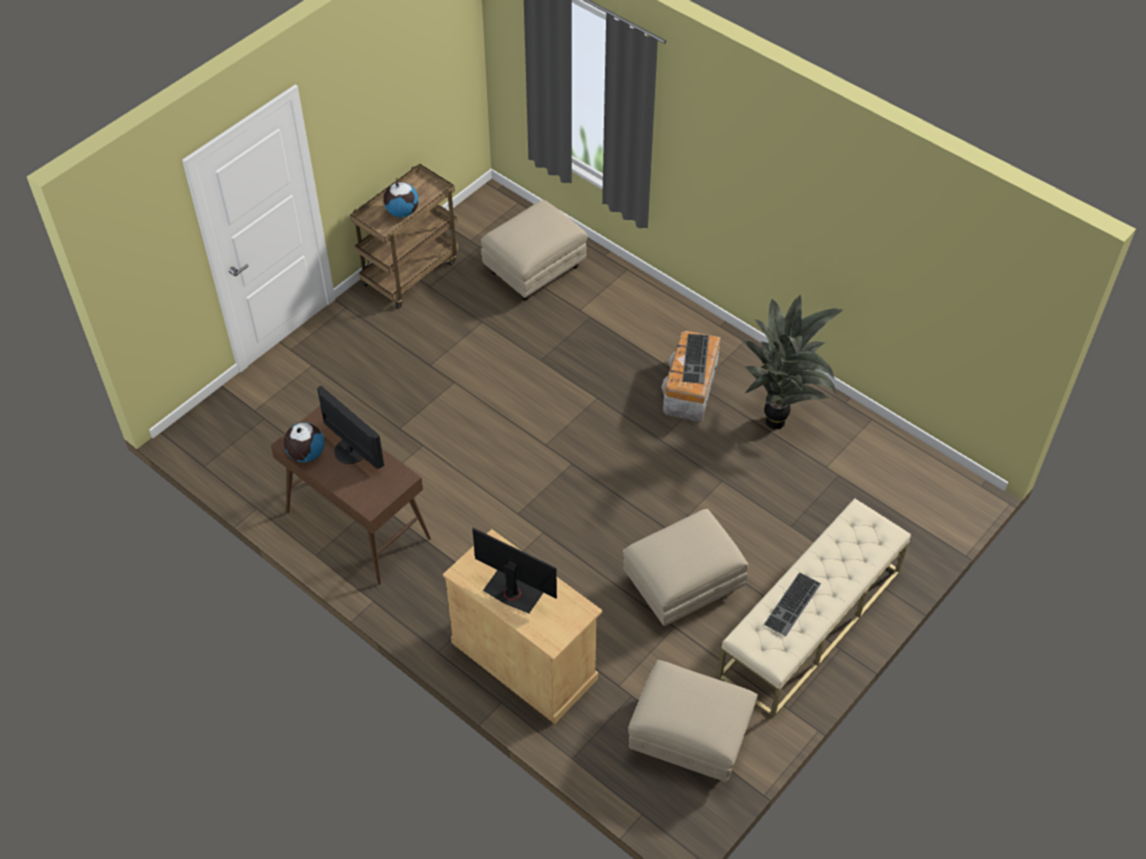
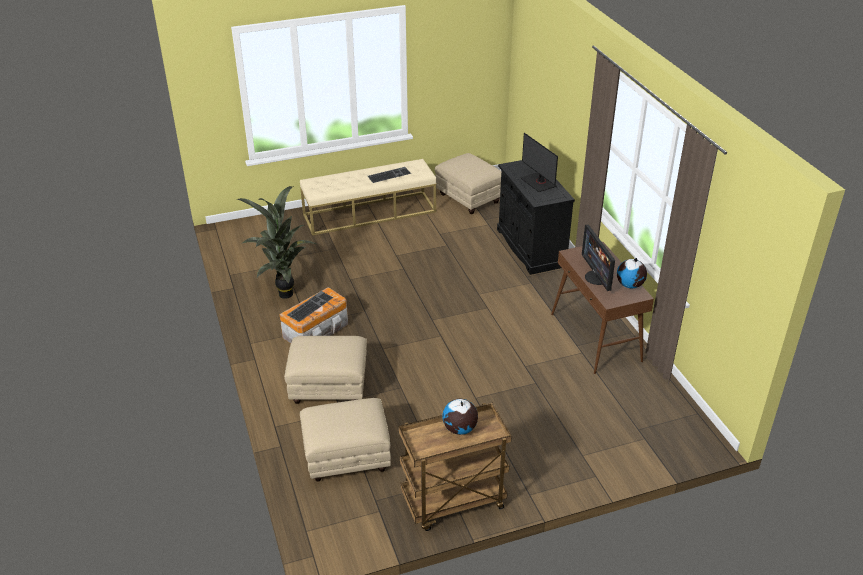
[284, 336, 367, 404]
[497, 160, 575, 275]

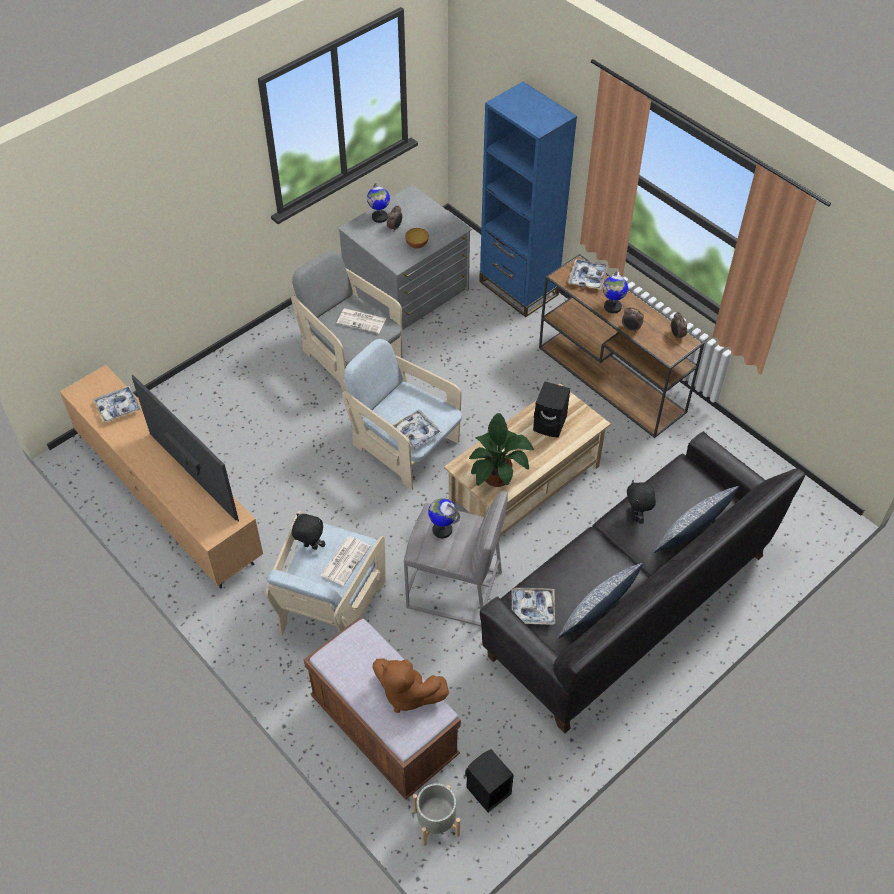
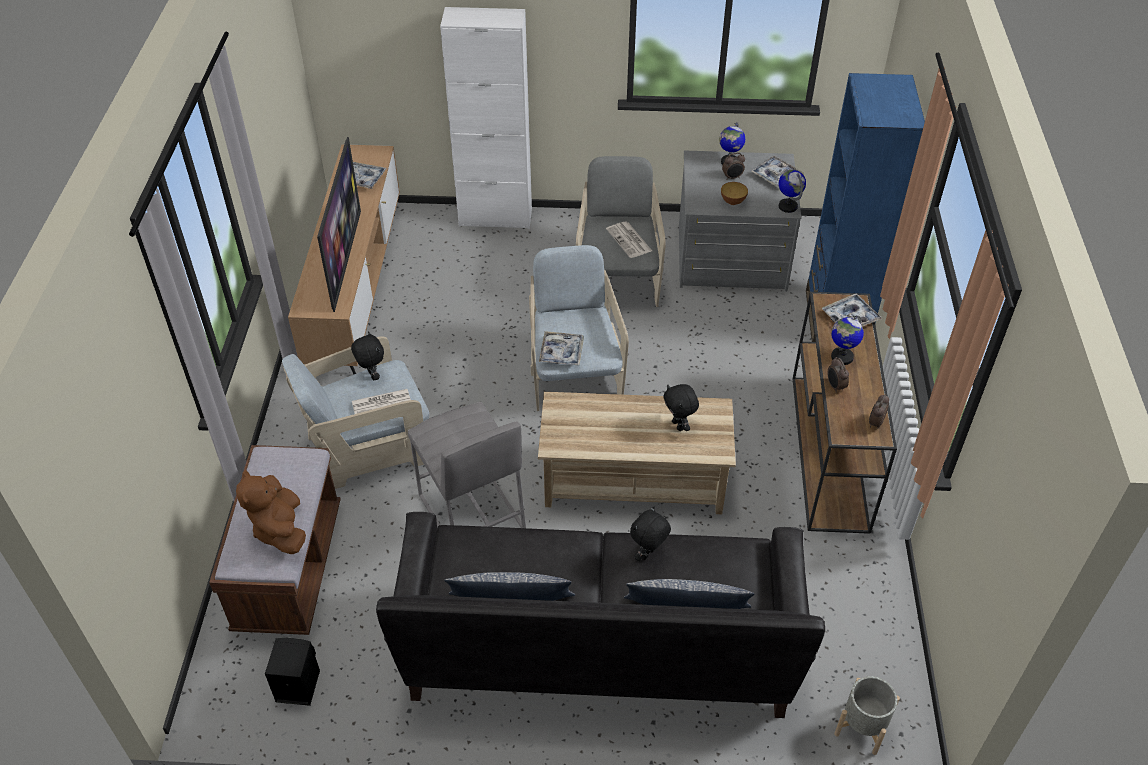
[440, 7, 532, 229]
[663, 384, 699, 431]
[751, 156, 803, 188]
[779, 170, 806, 213]
[834, 676, 900, 755]
[469, 413, 534, 487] (first image)

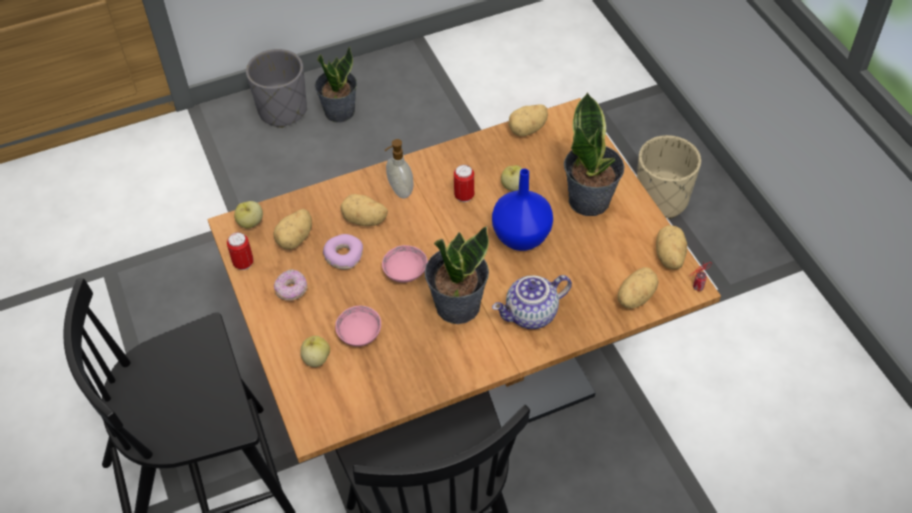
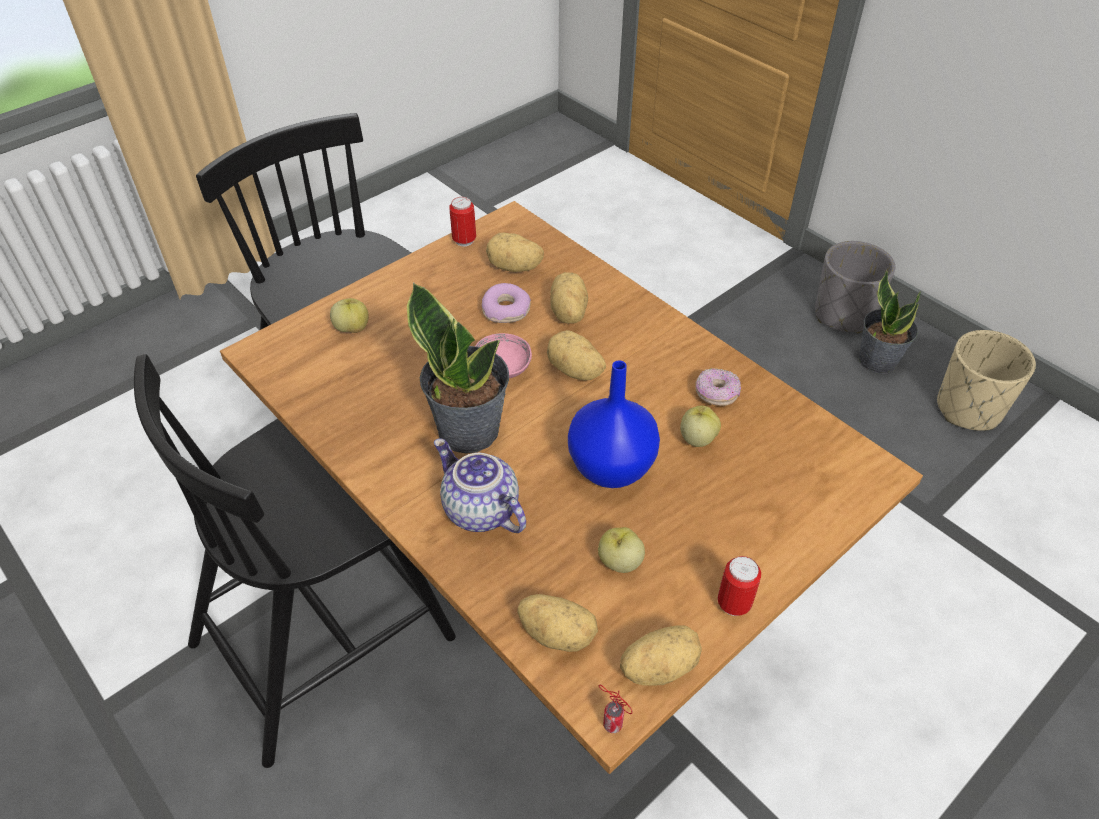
[547, 330, 606, 380]
[598, 527, 645, 573]
[695, 368, 741, 406]
[717, 556, 761, 616]
[937, 330, 1036, 431]
[335, 306, 381, 347] (first image)
[385, 139, 414, 198] (first image)
[564, 92, 624, 216] (first image)

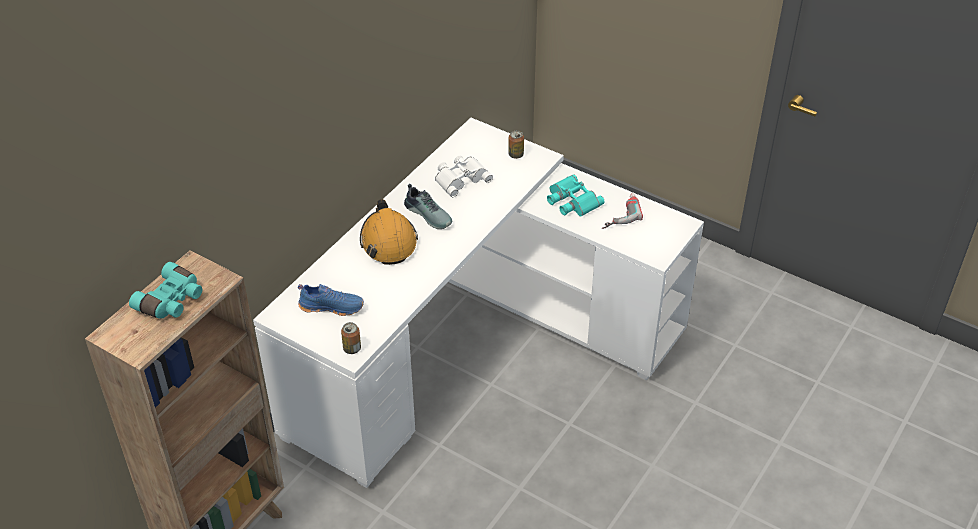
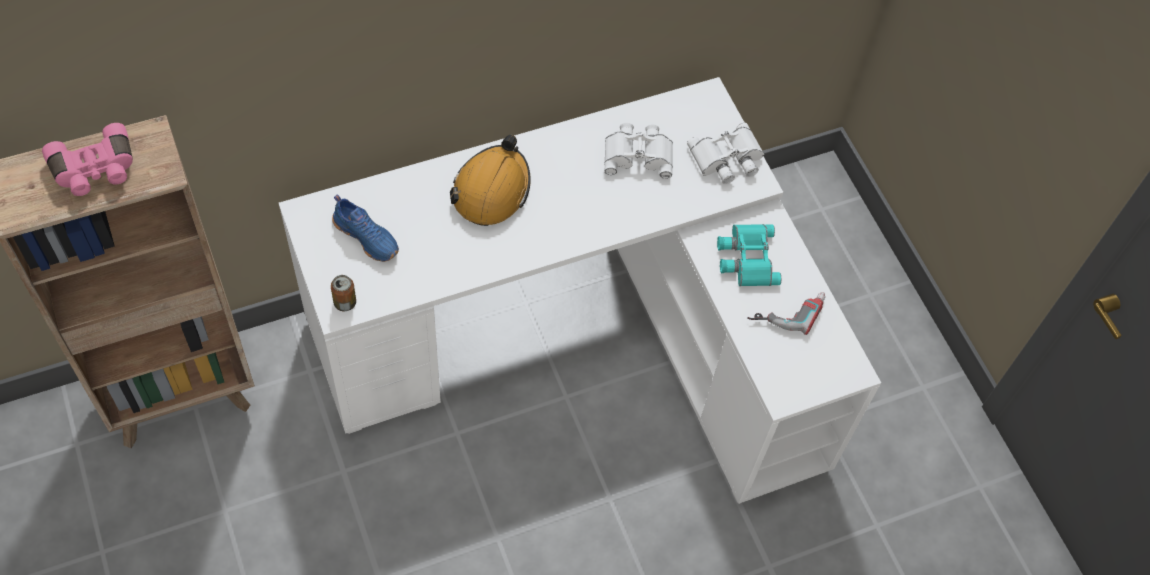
[42, 123, 133, 196]
[687, 123, 764, 184]
[404, 184, 452, 229] (first image)

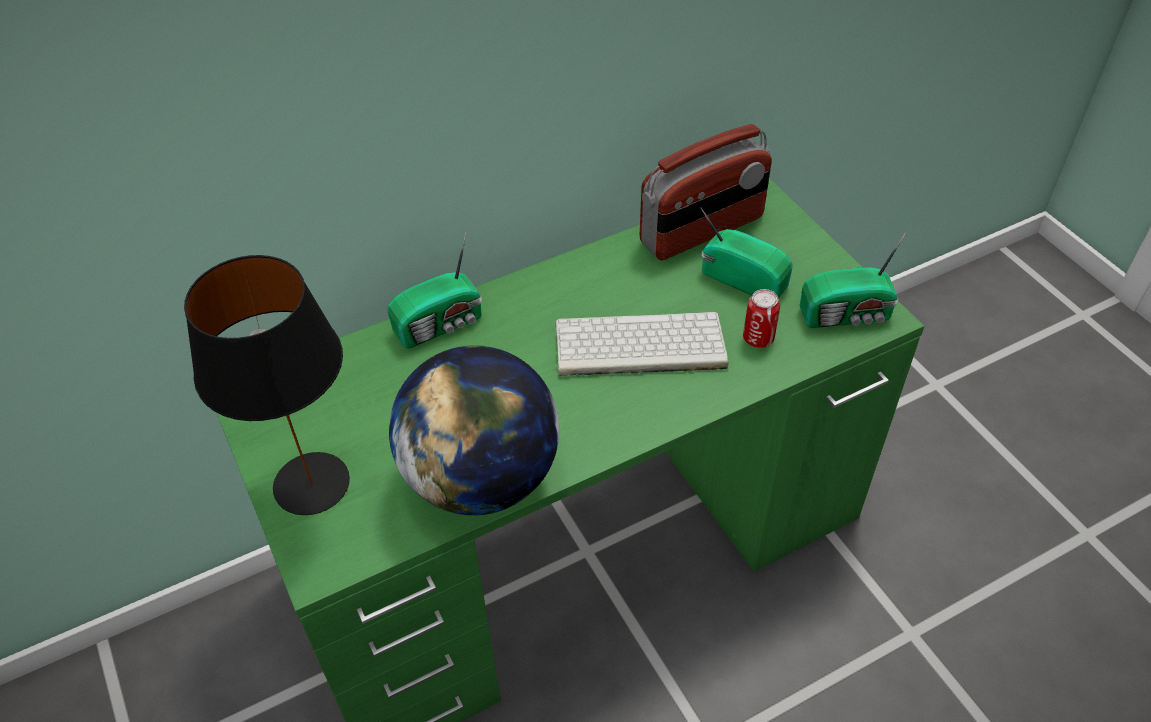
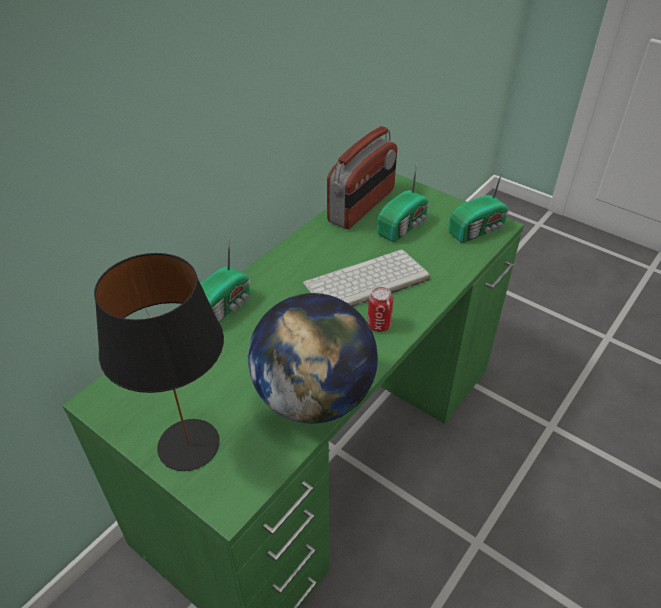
[367, 287, 393, 332]
[377, 162, 429, 242]

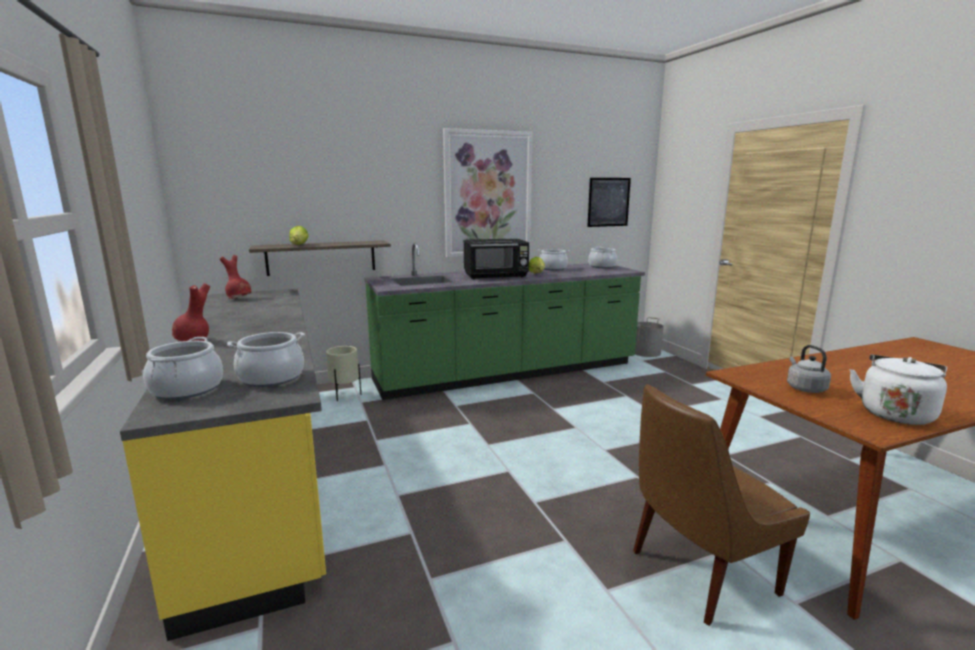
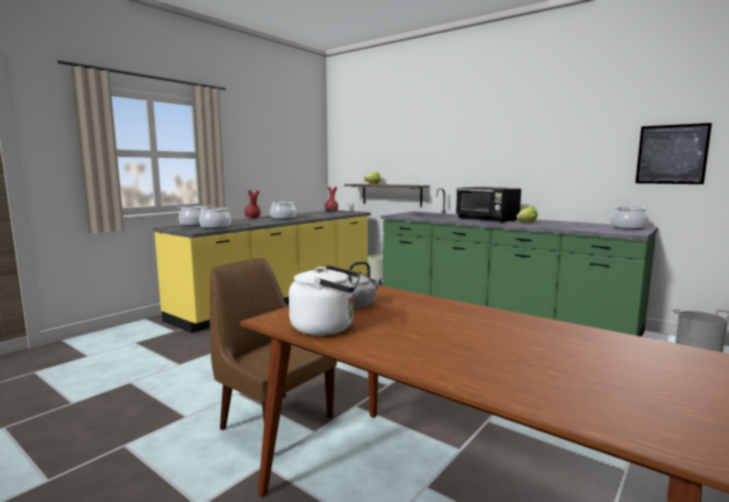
[270, 201, 296, 220]
[443, 128, 533, 257] (first image)

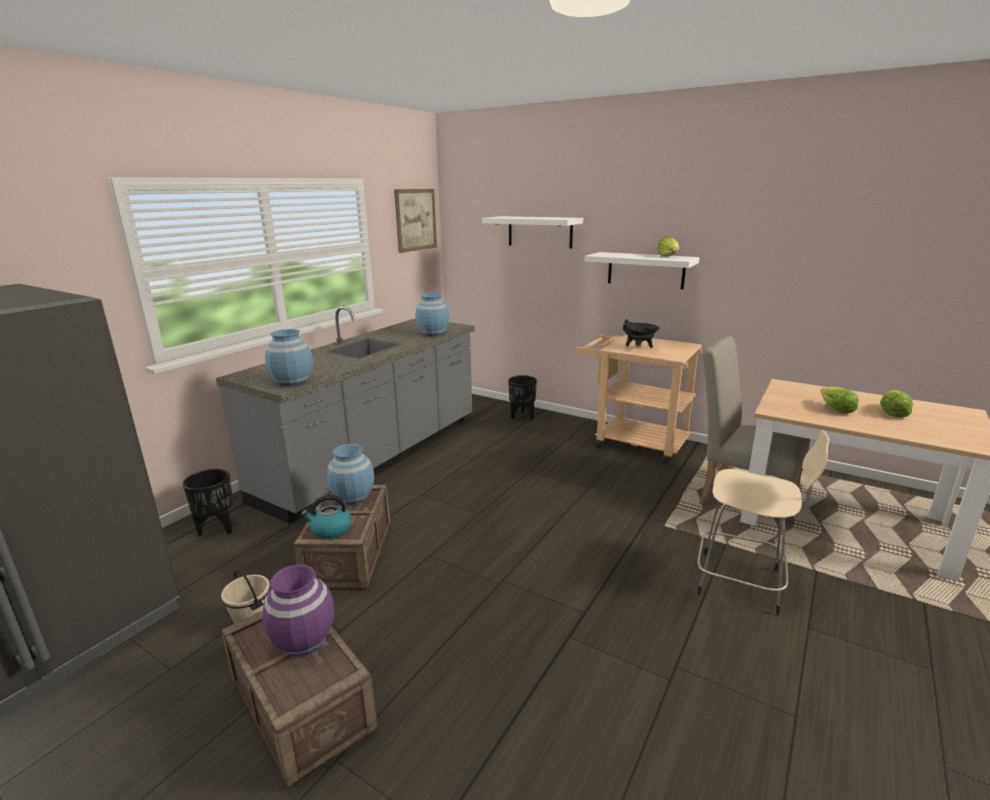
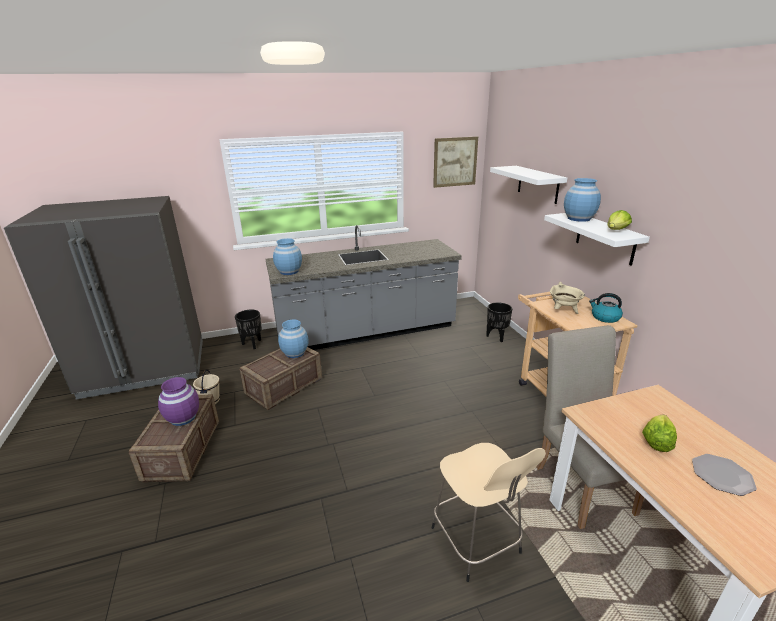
[550, 282, 585, 314]
[564, 178, 601, 222]
[589, 293, 623, 323]
[692, 454, 757, 496]

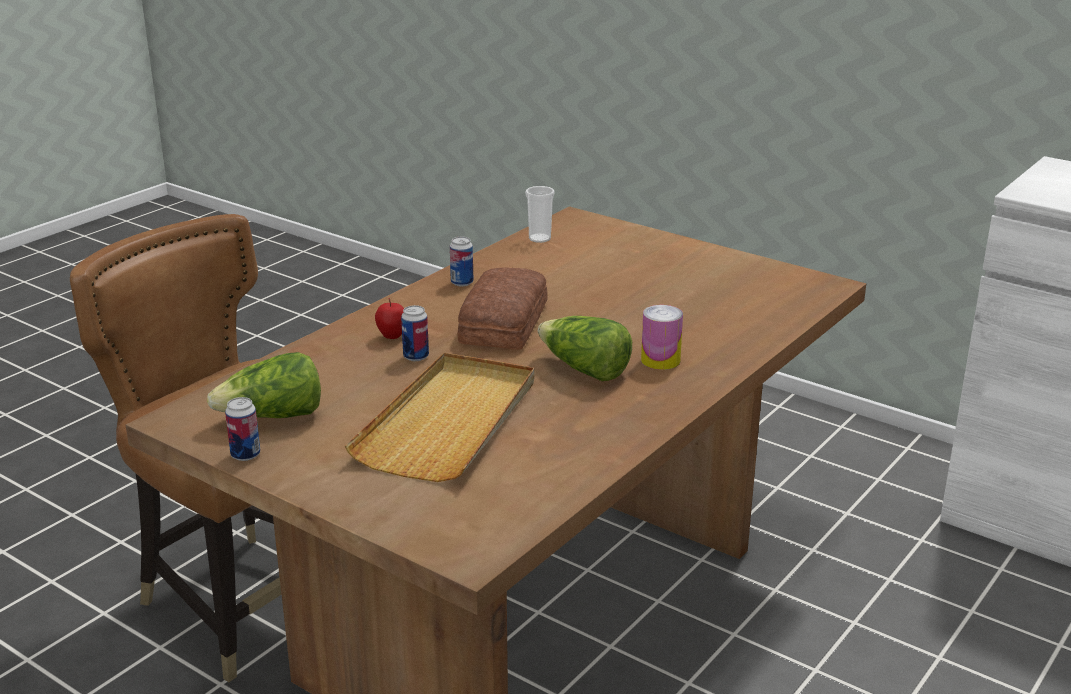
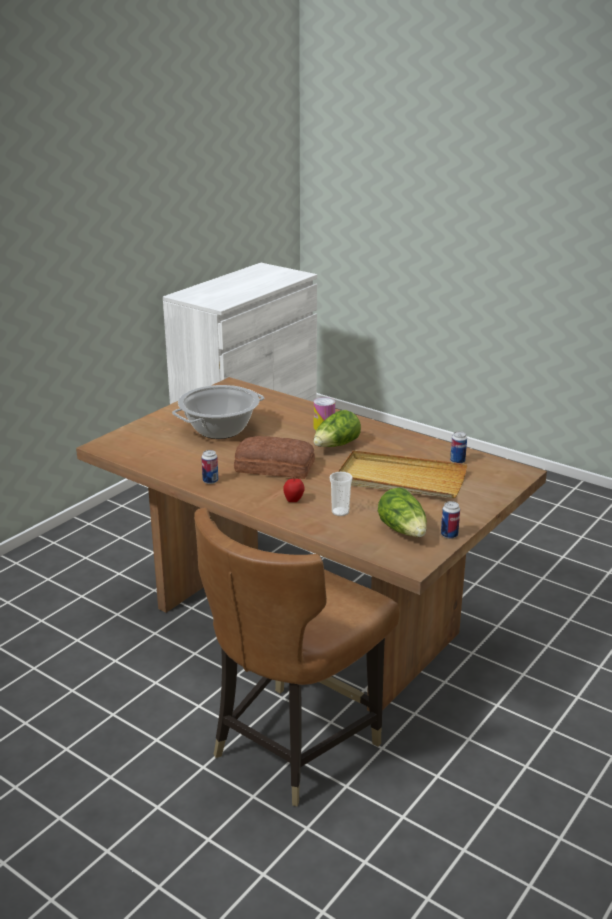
[172, 385, 264, 439]
[330, 472, 353, 516]
[450, 431, 467, 463]

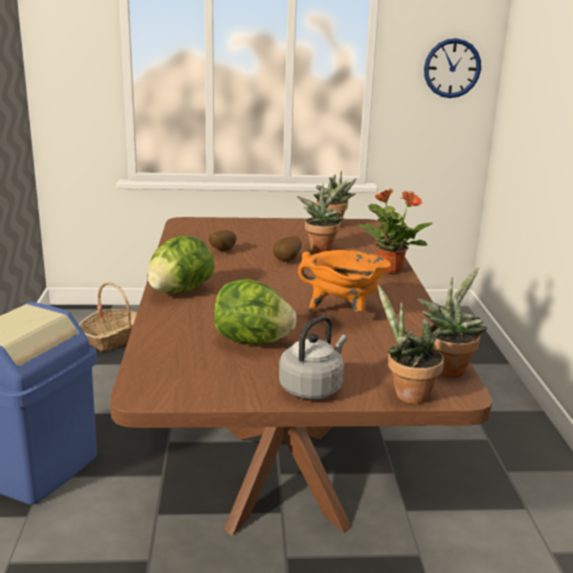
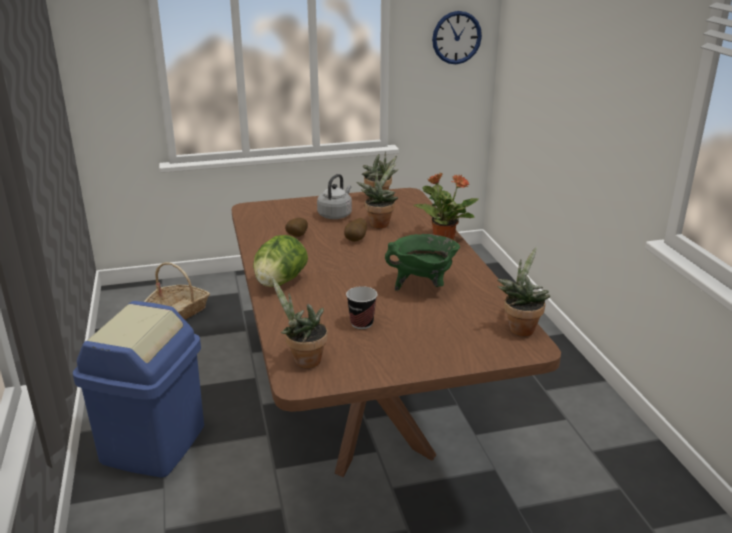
[272, 277, 328, 368]
[317, 174, 352, 219]
[346, 286, 377, 329]
[385, 234, 460, 291]

